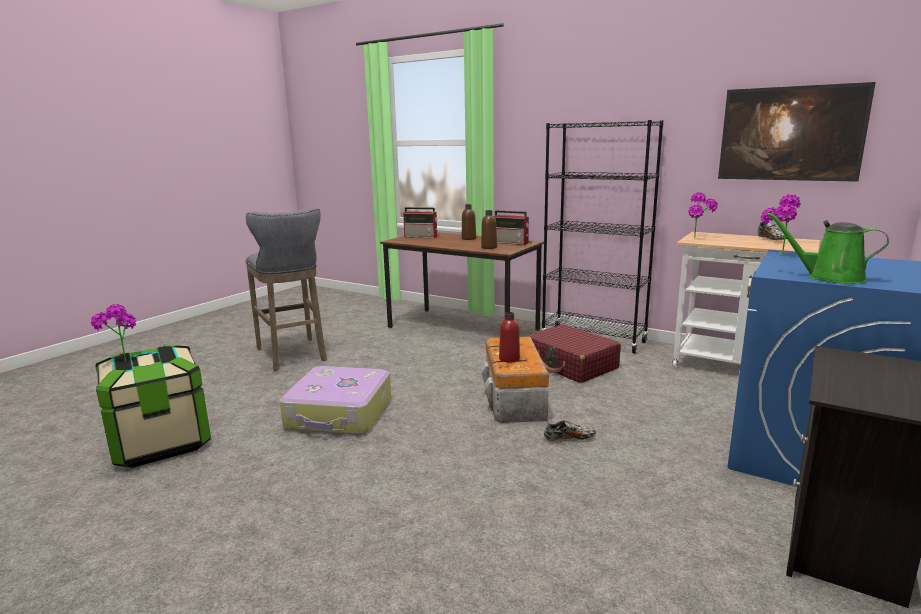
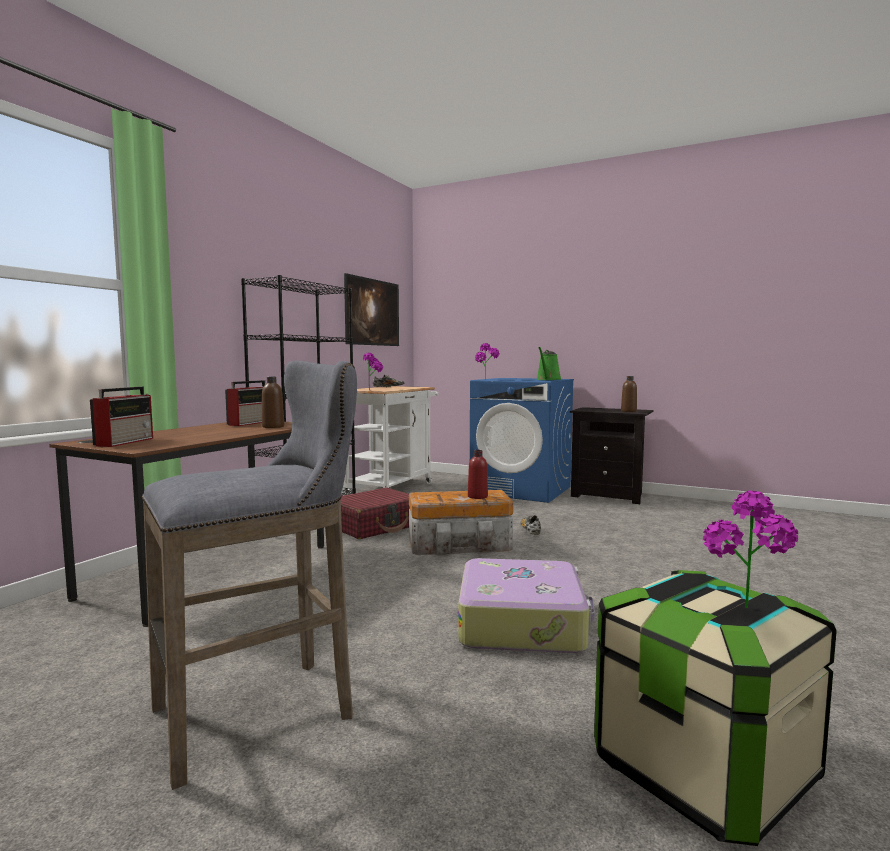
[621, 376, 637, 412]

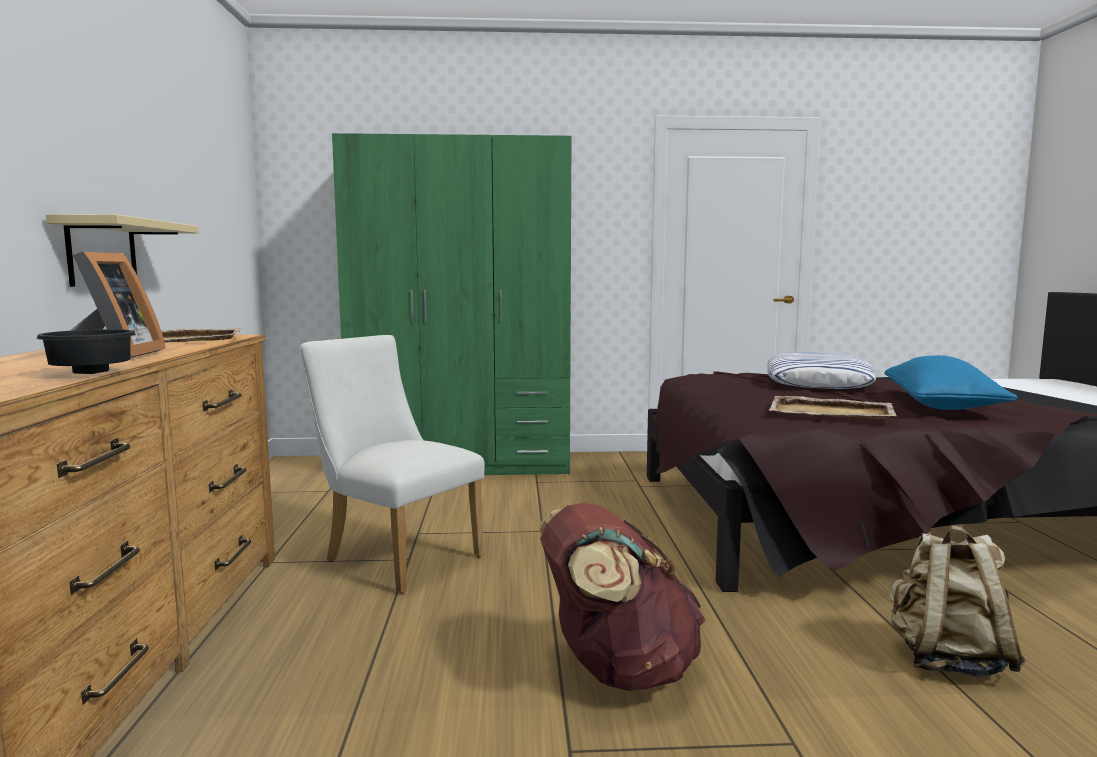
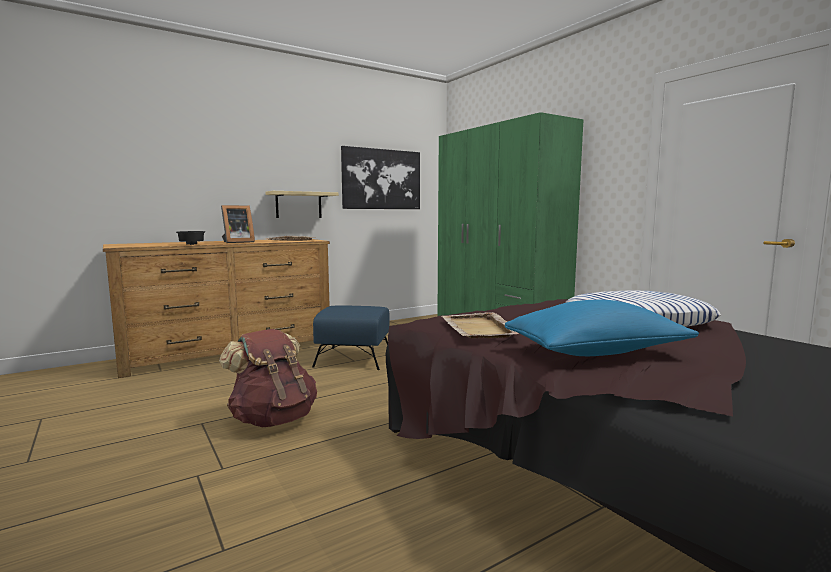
[312, 305, 390, 370]
[341, 146, 420, 209]
[890, 525, 1026, 677] (first image)

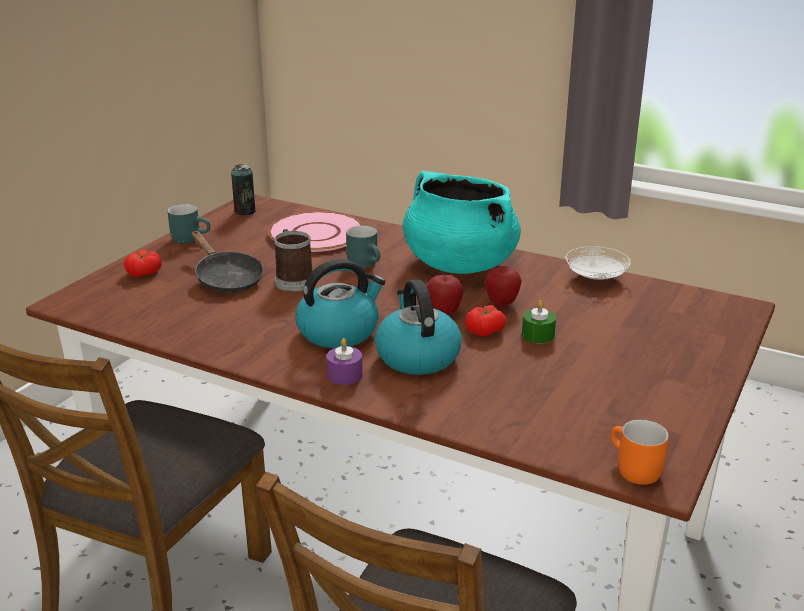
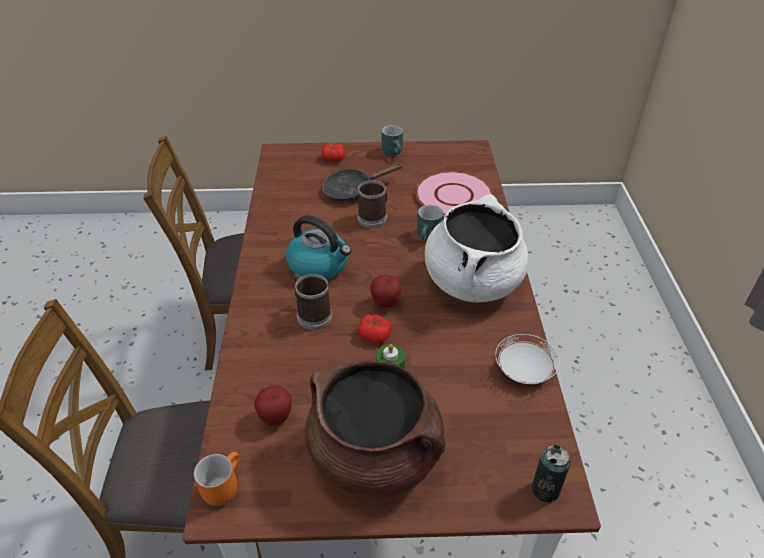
[254, 385, 292, 425]
[294, 274, 333, 330]
[305, 361, 445, 498]
[323, 163, 403, 202]
[425, 194, 529, 302]
[532, 445, 571, 503]
[327, 338, 363, 385] (first image)

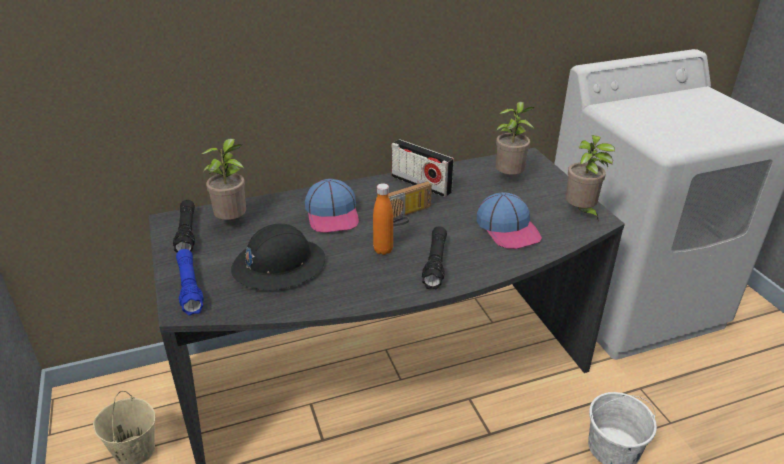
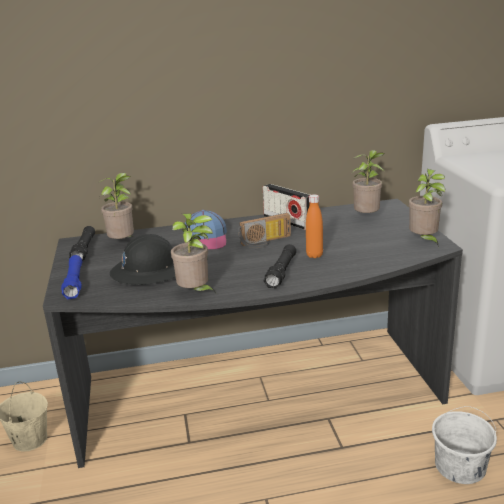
[171, 214, 216, 293]
[306, 194, 323, 258]
[476, 192, 542, 249] (first image)

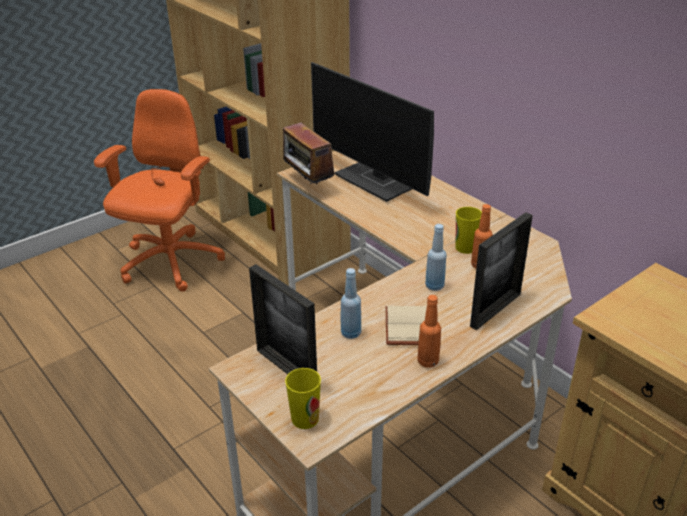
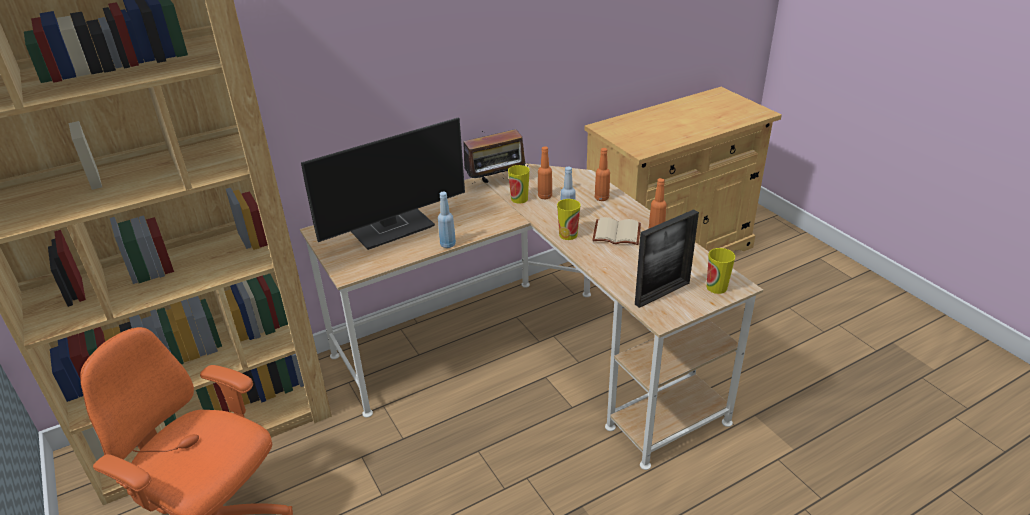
[438, 192, 456, 248]
[463, 129, 528, 183]
[557, 199, 581, 240]
[595, 148, 610, 201]

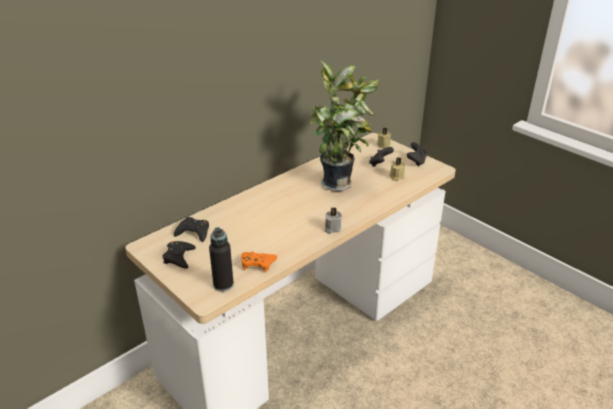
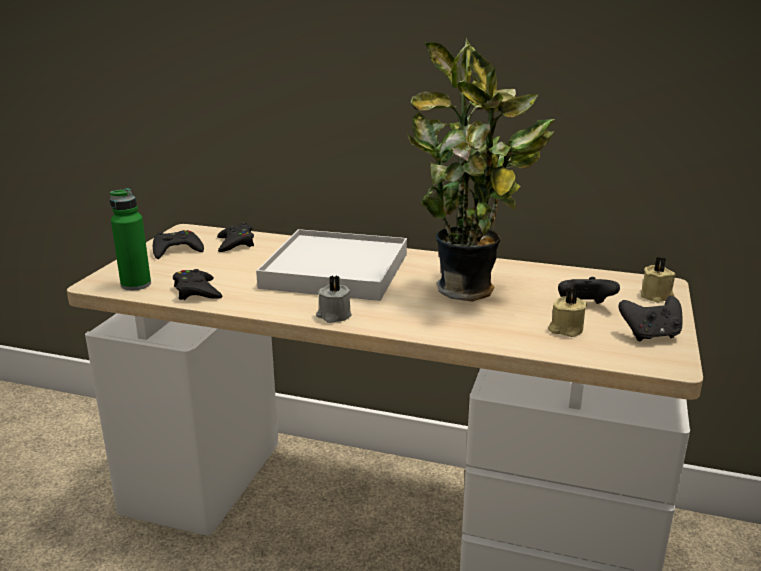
[110, 188, 151, 291]
[173, 269, 222, 300]
[256, 229, 407, 301]

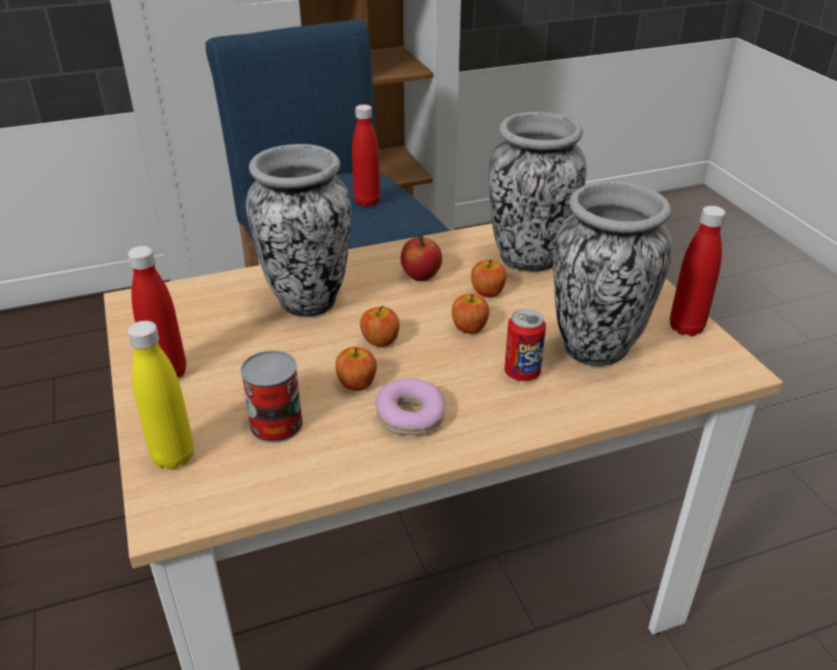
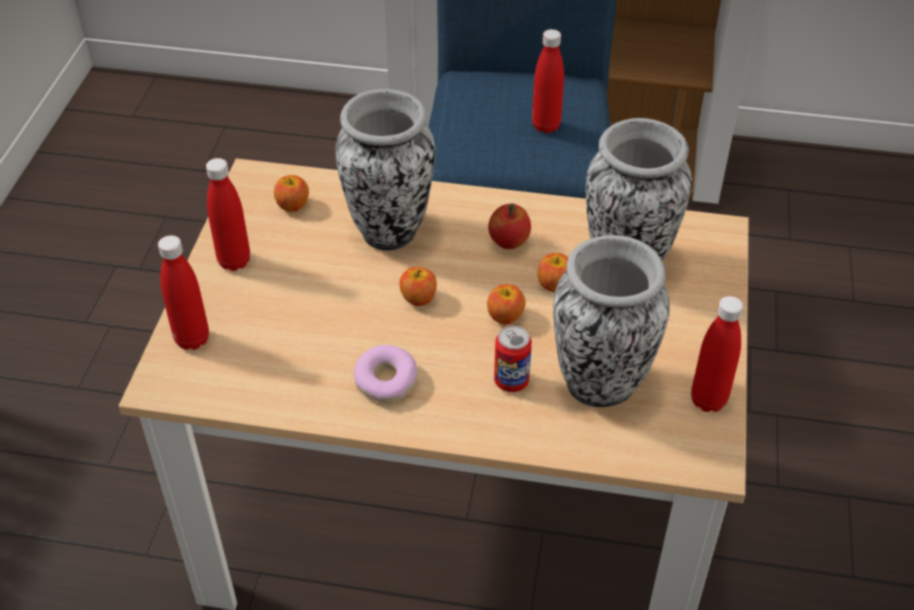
[158, 235, 209, 350]
[274, 175, 309, 212]
[240, 350, 303, 443] (first image)

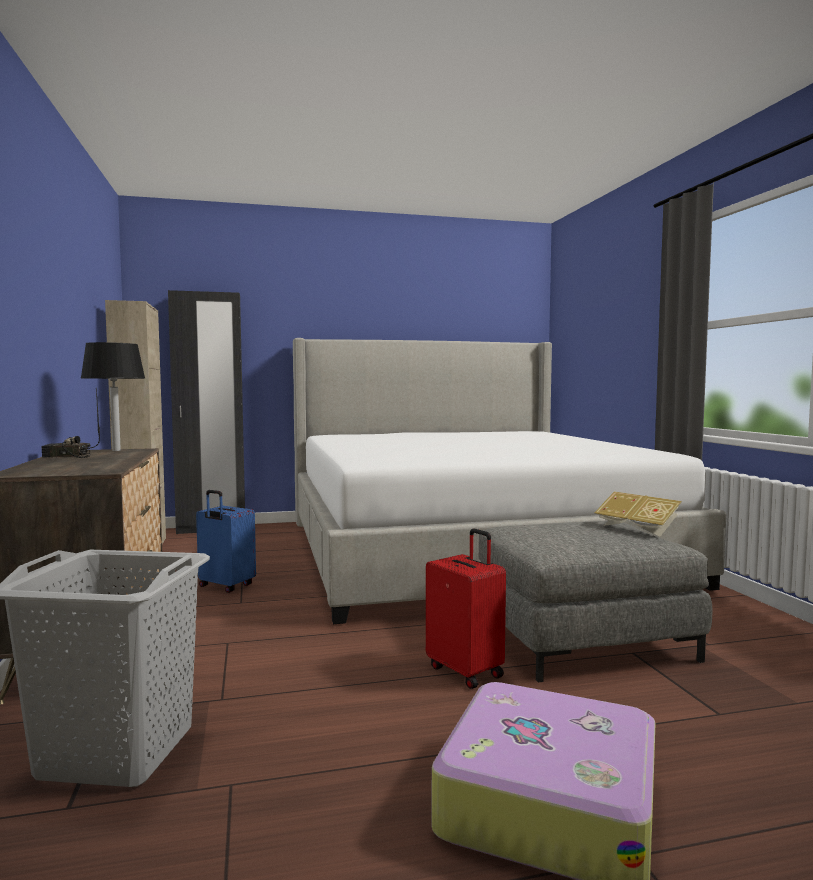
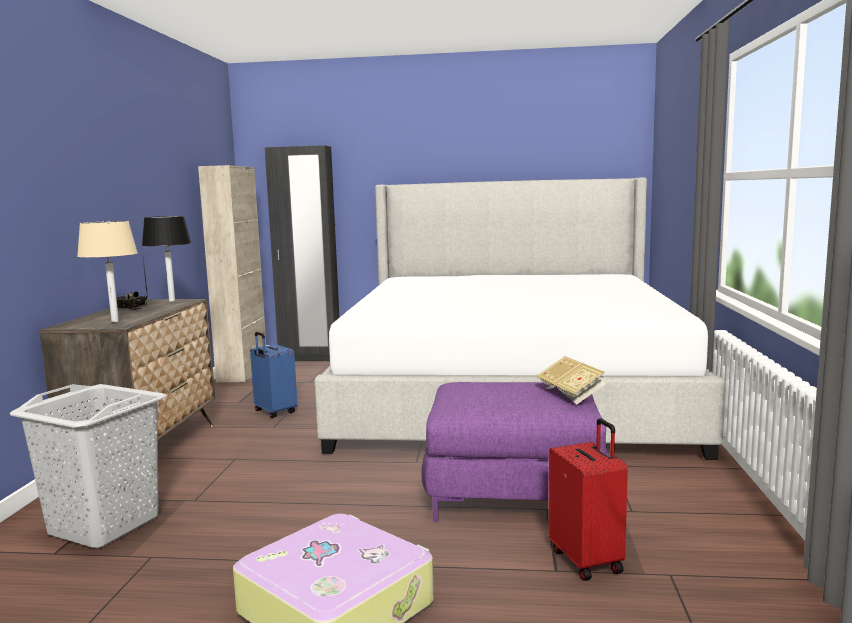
[77, 221, 138, 322]
[422, 382, 610, 522]
[549, 418, 628, 581]

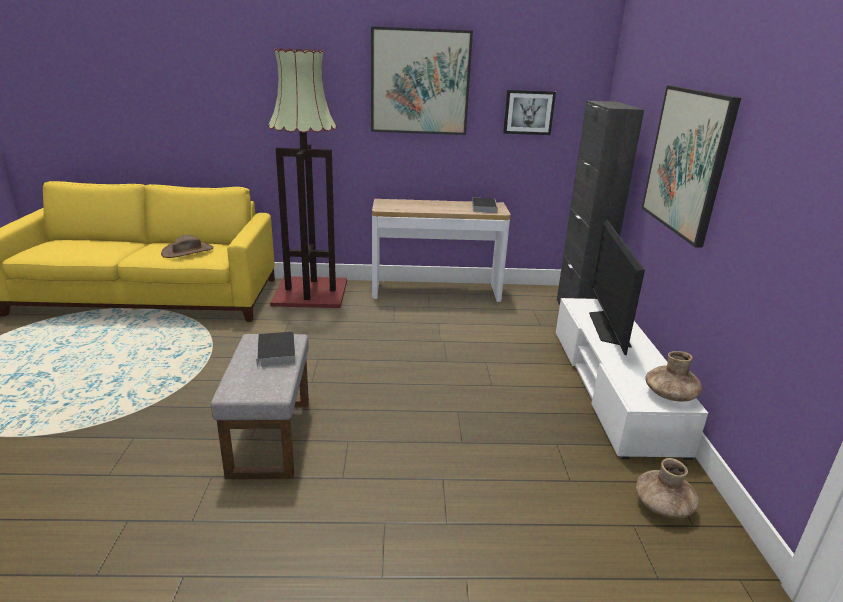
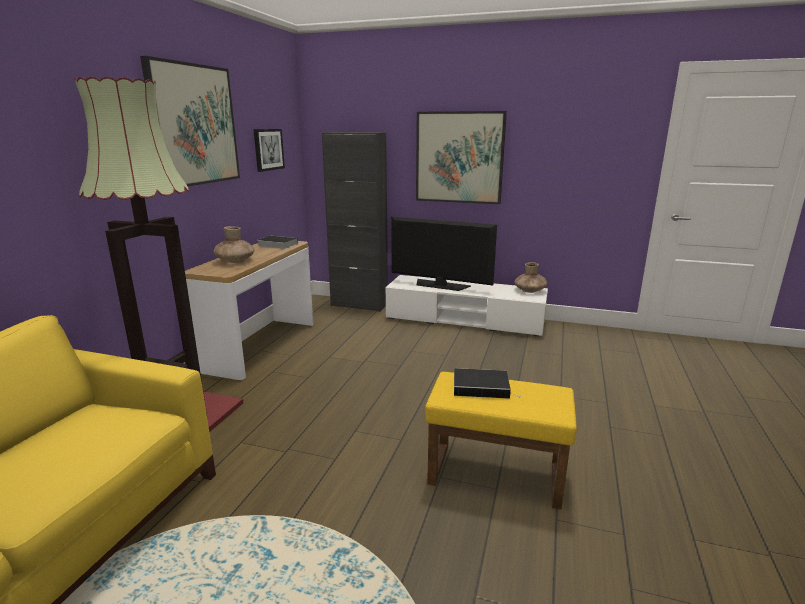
[214, 226, 254, 263]
[425, 372, 577, 510]
[161, 235, 214, 258] (first image)

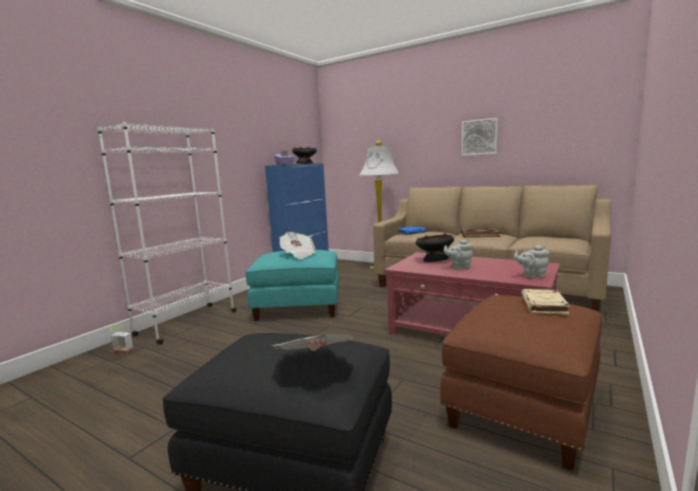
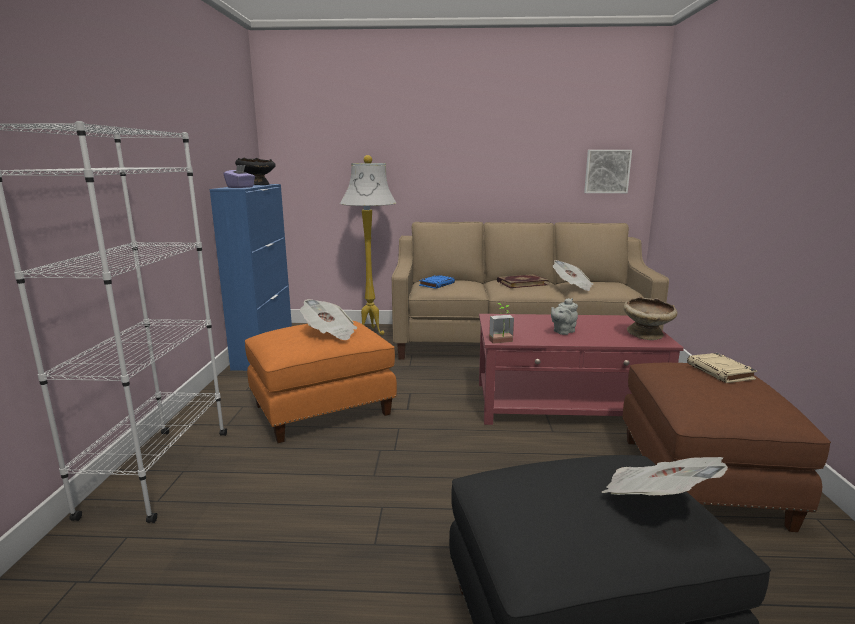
[245, 321, 397, 443]
[489, 303, 514, 344]
[553, 260, 593, 291]
[584, 150, 632, 193]
[623, 297, 678, 340]
[416, 233, 454, 262] (first image)

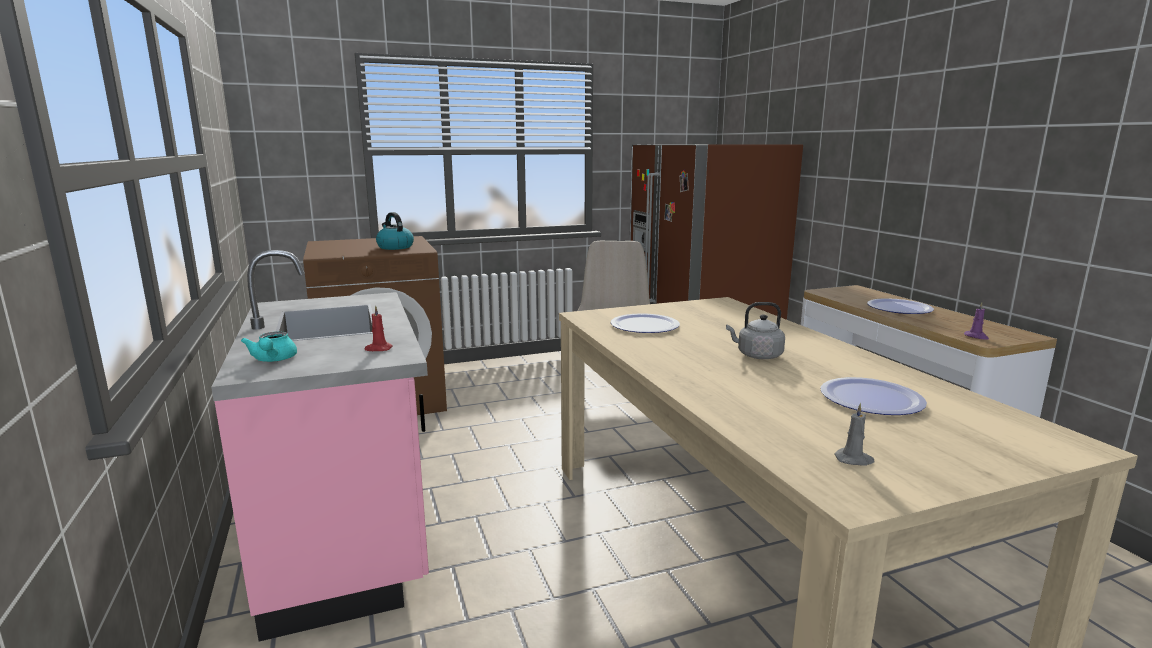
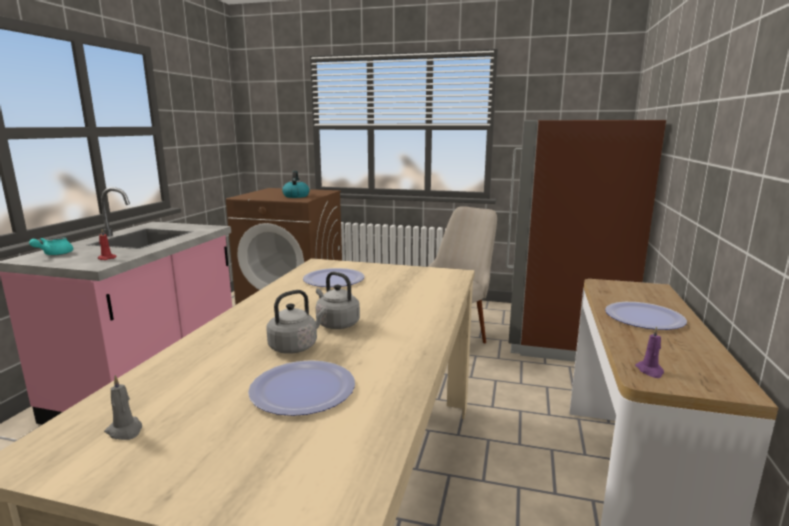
[266, 290, 326, 354]

